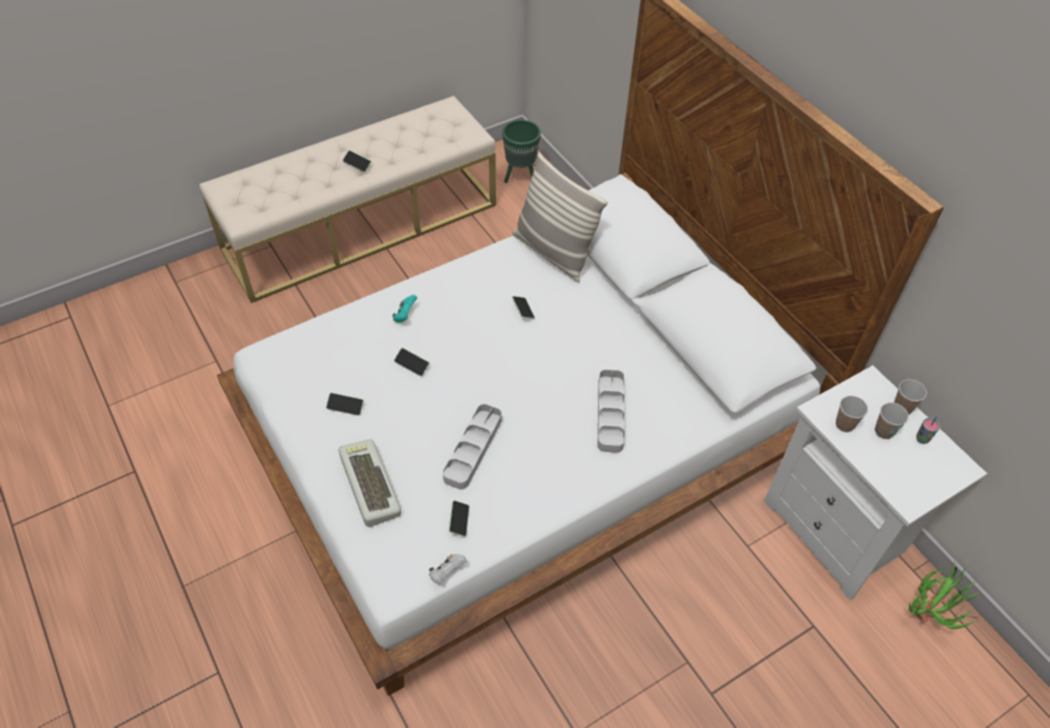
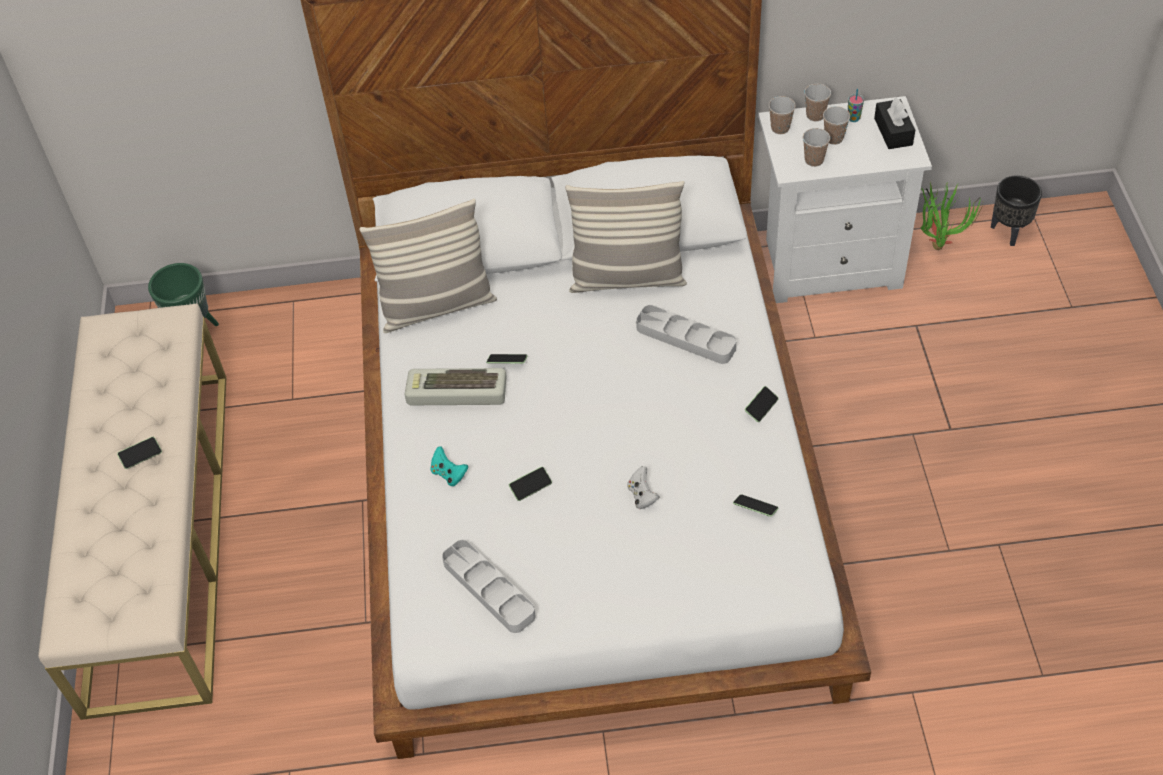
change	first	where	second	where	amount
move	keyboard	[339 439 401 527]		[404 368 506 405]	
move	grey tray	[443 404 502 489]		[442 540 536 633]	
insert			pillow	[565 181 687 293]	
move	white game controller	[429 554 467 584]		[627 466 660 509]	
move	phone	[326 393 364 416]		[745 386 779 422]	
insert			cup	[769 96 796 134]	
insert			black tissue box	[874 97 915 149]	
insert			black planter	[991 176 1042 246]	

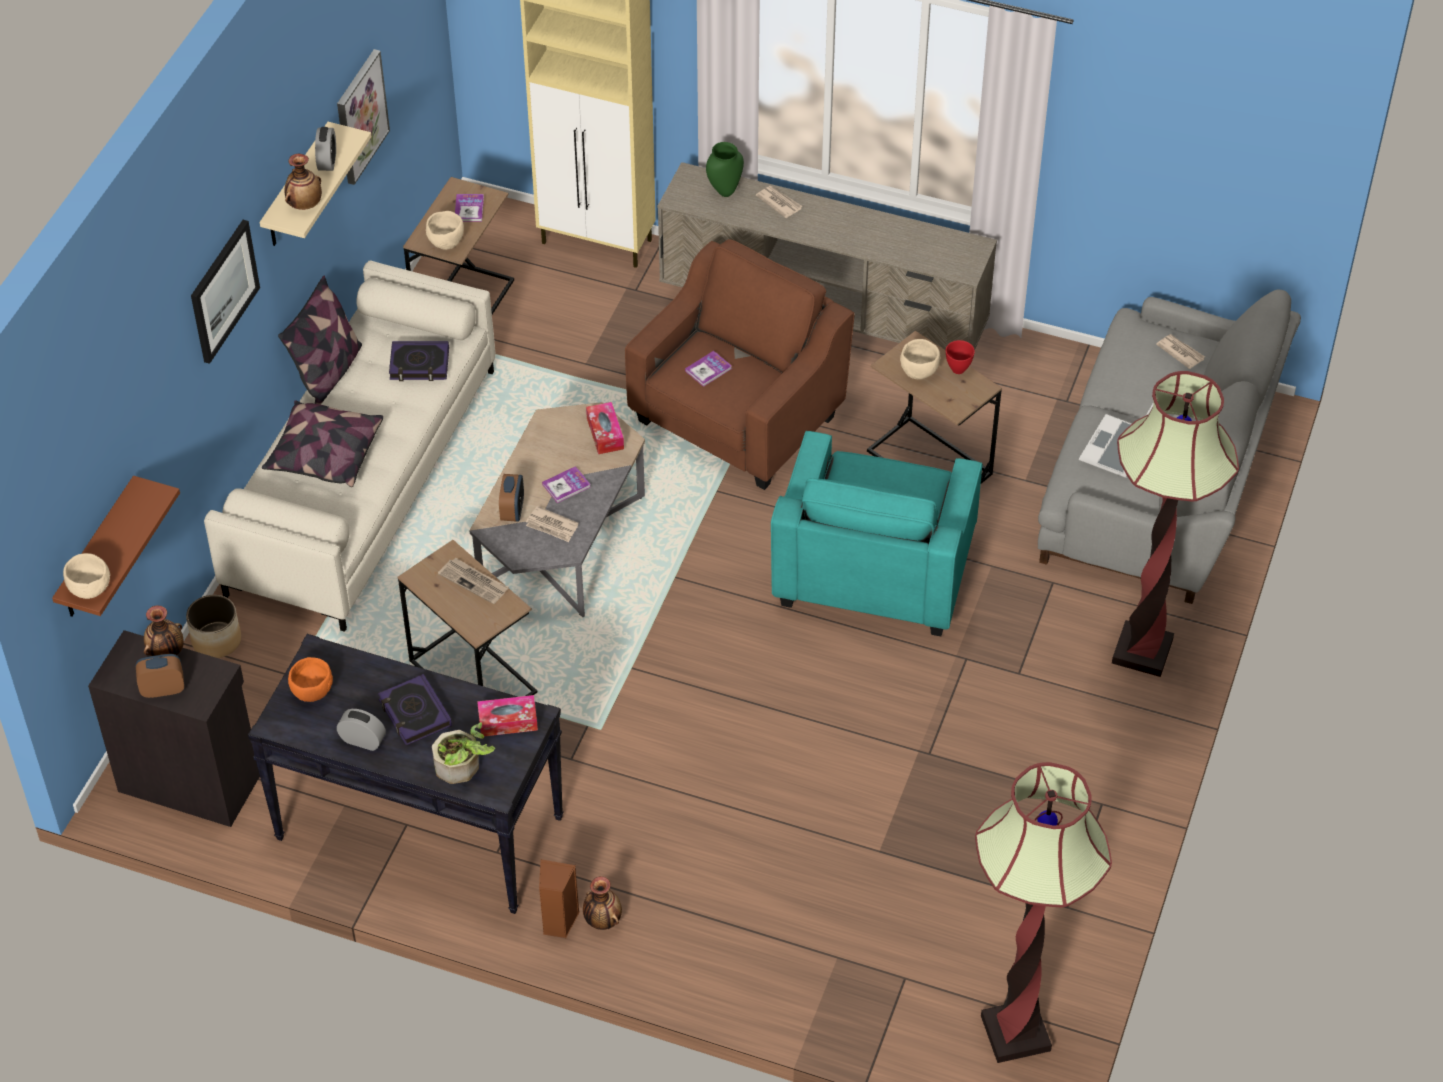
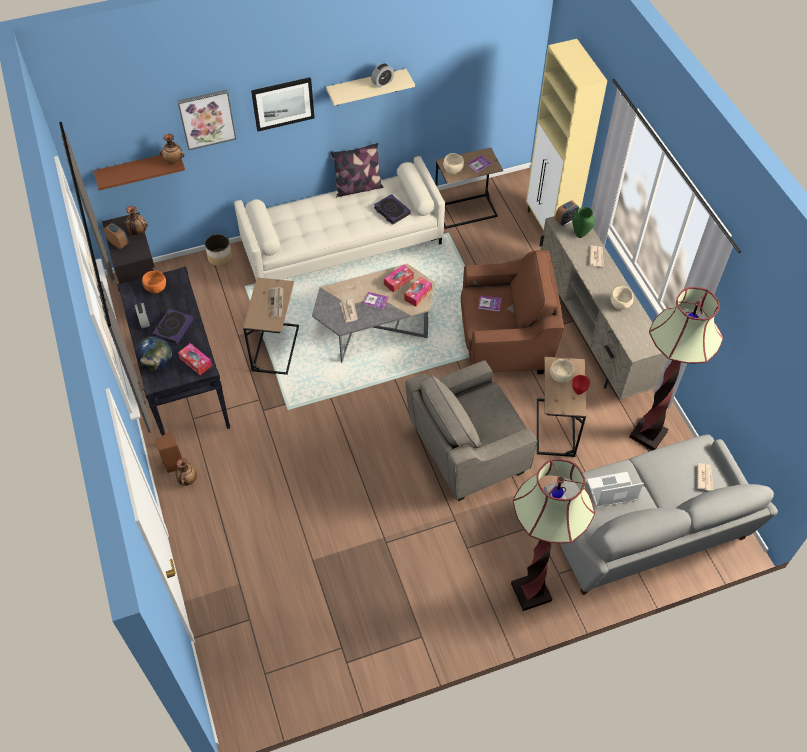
change	first	where	second	where	amount
replace	potted plant	[432 722 495 784]	globe	[136 336 172 371]	
move	vase	[284 154 322 210]		[160 134 184 165]	
move	picture	[337 49 390 185]		[177 90 236 150]	
insert			tissue box	[384 265 414 293]	
recolor	turquoise armchair	[771 431 983 636]	grey armchair	[405 360 537 501]	
move	alarm clock	[499 474 524 522]		[555 200 579 226]	
move	beige bowl	[63 553 110 599]		[610 286 634 310]	
move	floor lamp	[975 762 1112 1063]		[630 287 723 450]	
delete	pillow	[262 400 383 487]			

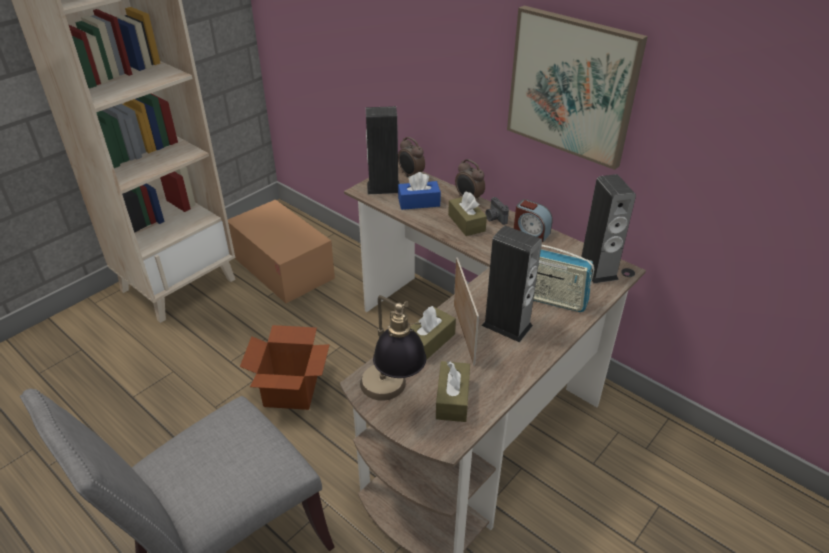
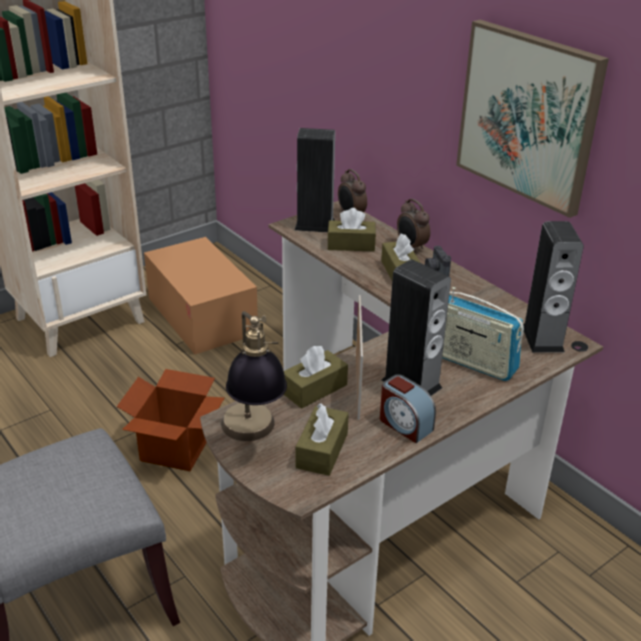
change	first	where	second	where	amount
recolor	blue tissue box	[398 172 441 210]	brown tissue box	[327 208 376 251]	
move	alarm clock	[514 199 553 242]		[380 374 436 443]	

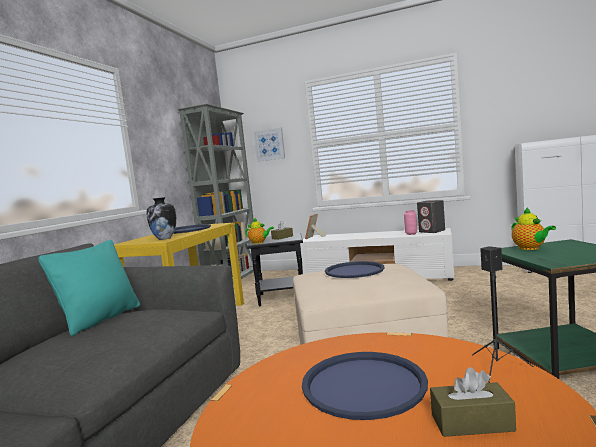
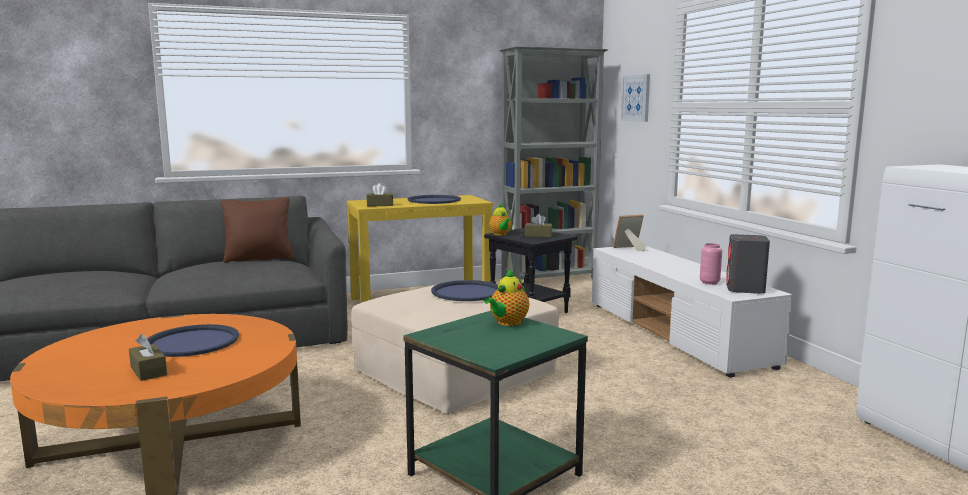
change	first	where	second	where	amount
recolor	turquoise pillow	[38 240 140 336]	brown pillow	[221 197 293 263]	
replace	vase	[146 197 176 240]	brown tissue box	[366 183 393 207]	
delete	black speaker	[472 246 534 383]			

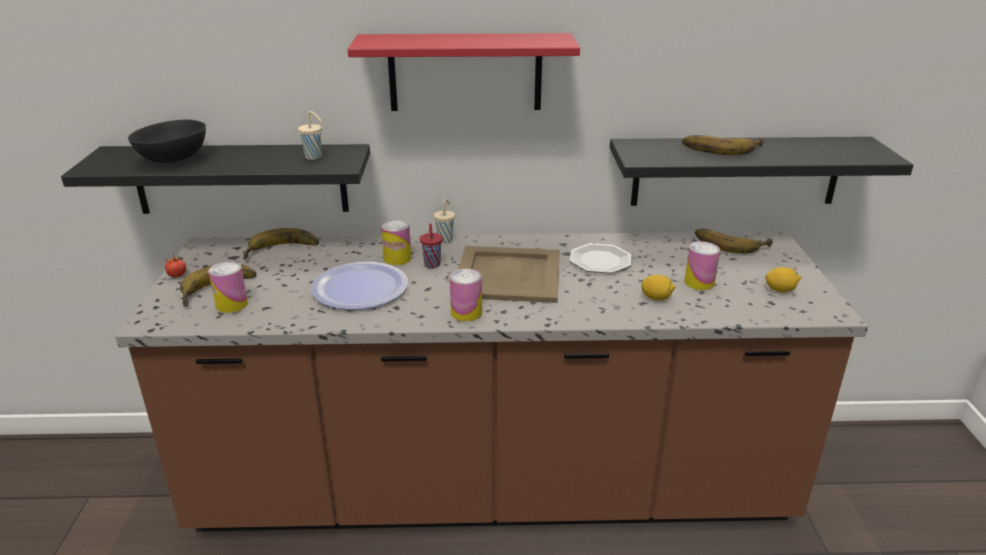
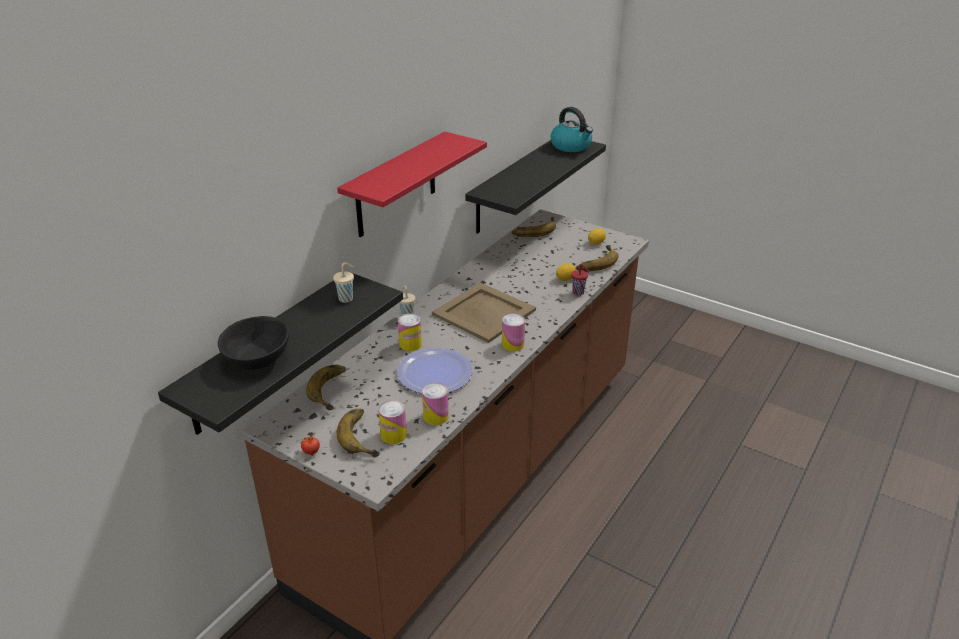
change	first	where	second	where	amount
move	can	[685 242 720 290]		[422 383 449 425]	
insert			kettle	[551 107 593 152]	
move	red cup	[420 223 443 268]		[571 264 589 296]	
move	banana	[682 135 764 155]		[576 245 618 271]	
delete	plate	[569 243 631 274]			

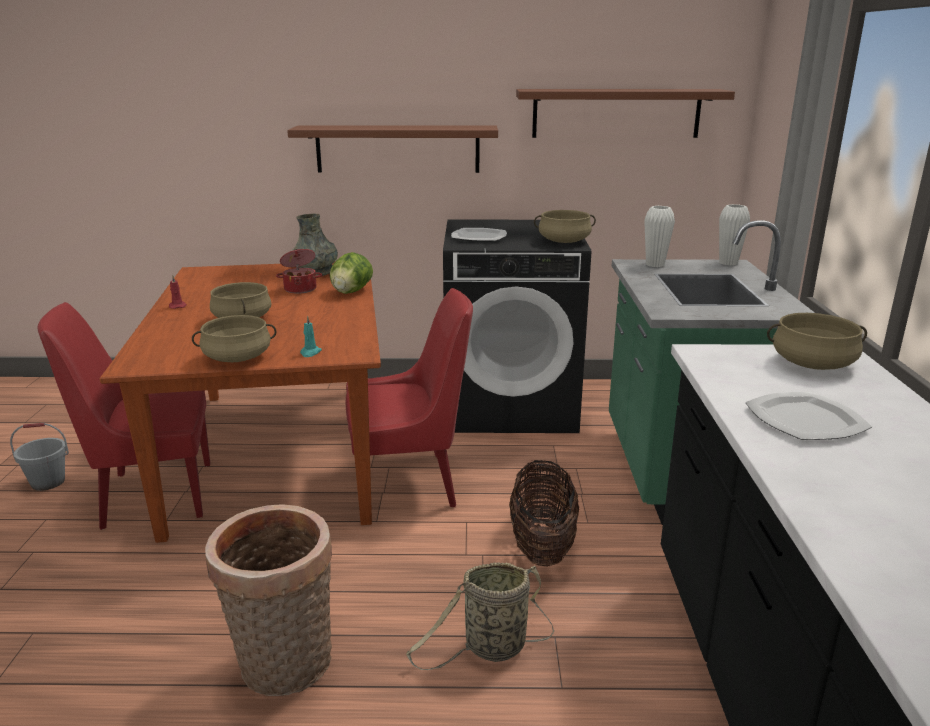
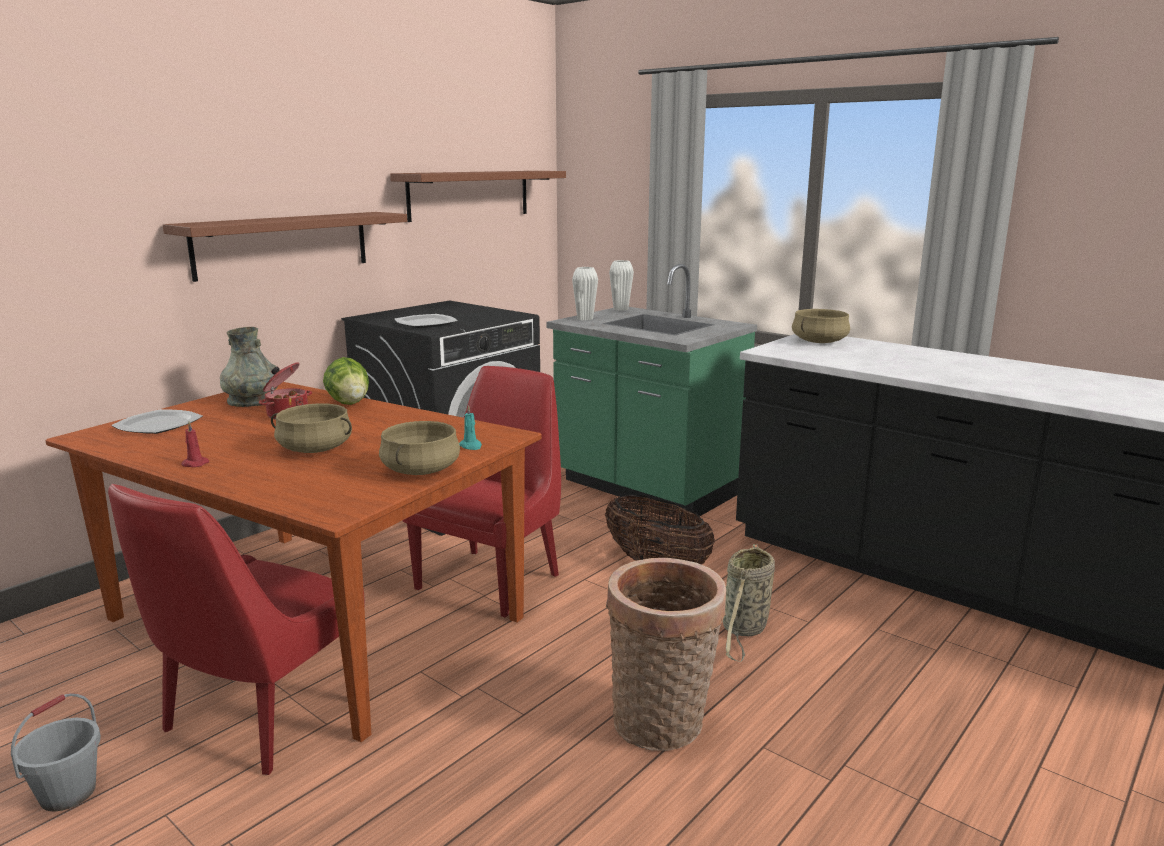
change	first	where	second	where	amount
move	plate	[745 392 872 440]		[111 409 203 434]	
delete	beige cooking pot	[534 210 596 243]			

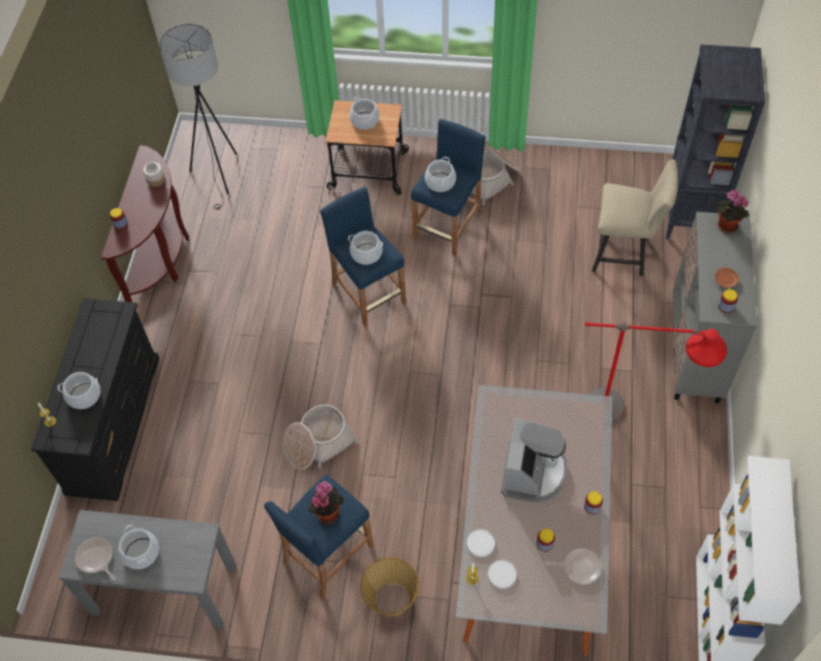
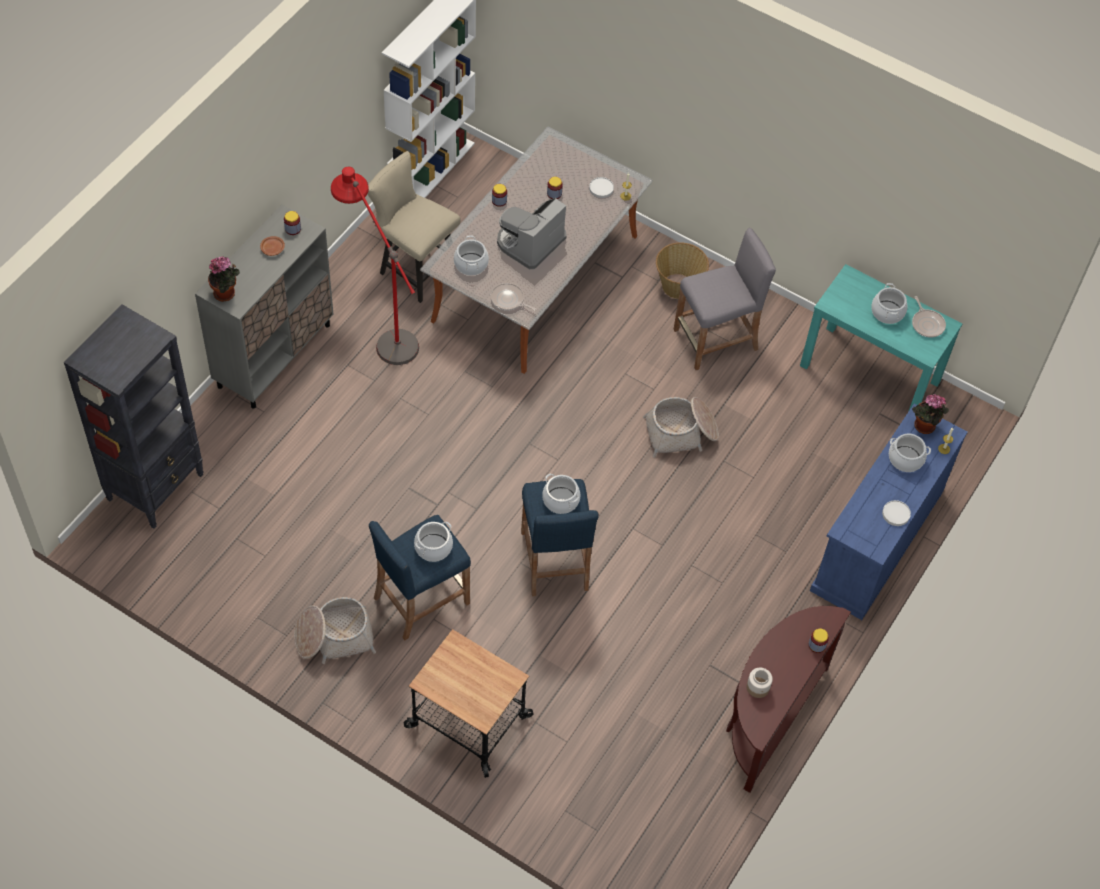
change	first	where	second	where	amount
move	beige chair	[592 159 678 276]		[367 151 461 303]	
move	cooking pot	[350 97 379 130]		[454 235 489 276]	
move	frying pan	[545 548 602 584]		[490 283 537 311]	
recolor	blue stool	[264 475 374 598]	grey stool	[673 228 776 370]	
recolor	grey console table	[59 510 237 629]	turquoise console table	[800 264 962 412]	
recolor	black dresser	[31 298 159 501]	blue dresser	[810 404 968 620]	
move	white plate	[467 529 495 557]		[882 500 911 526]	
move	potted plant	[308 481 344 524]		[912 394 949 434]	
delete	grey floor lamp	[159 24 237 210]			

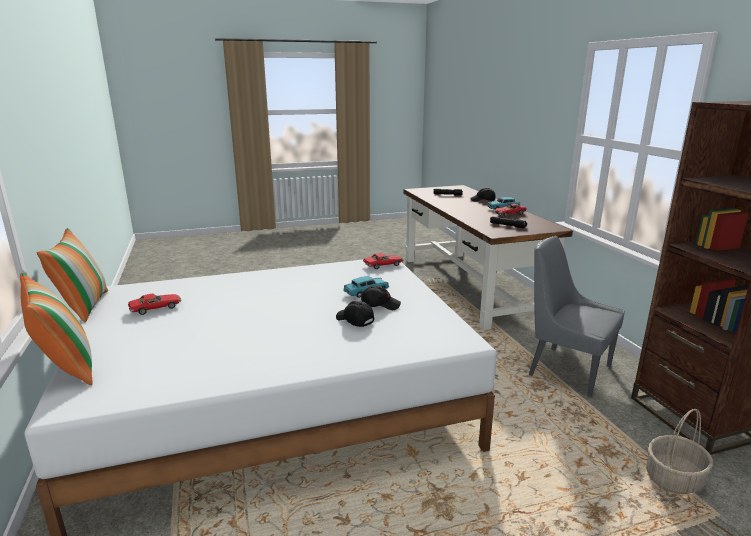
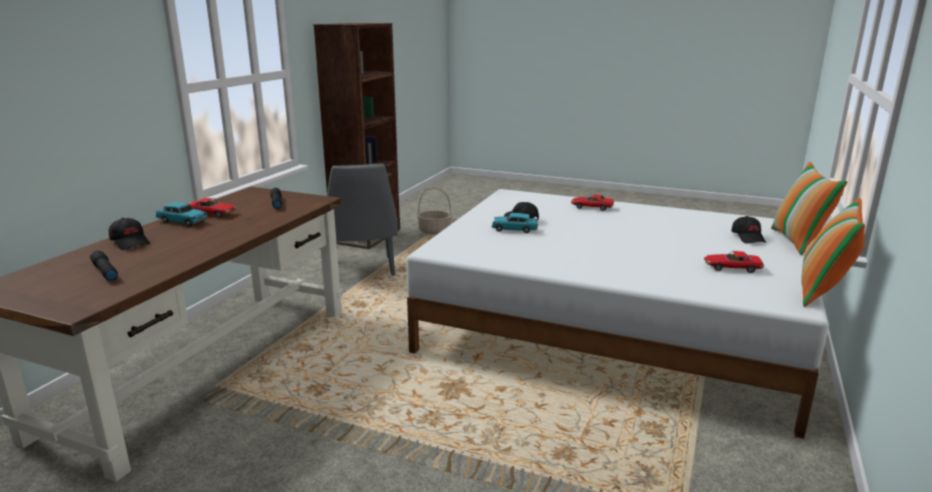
change	first	where	second	where	amount
move	toy car	[363 253 403 269]		[571 194 614 211]	
move	black cap	[336 301 374 327]		[731 216 766 244]	

